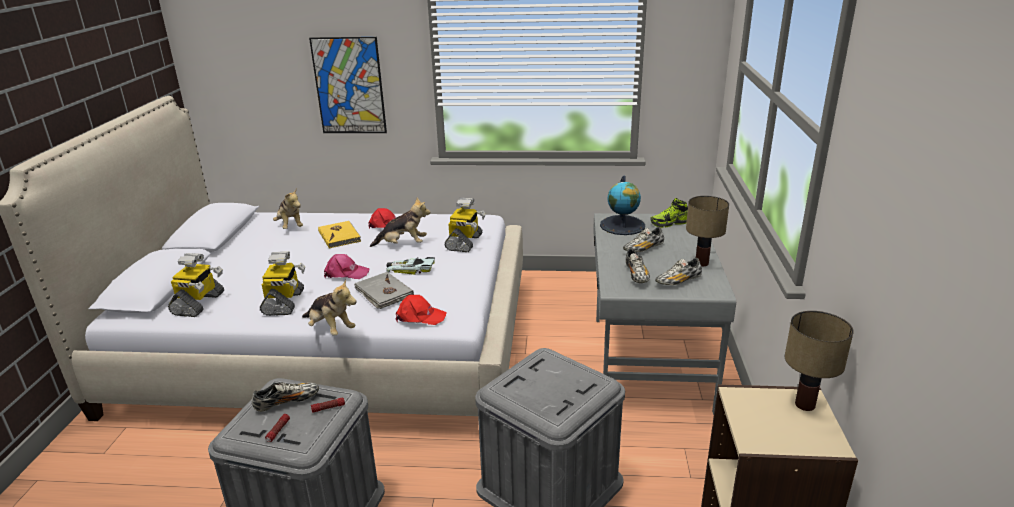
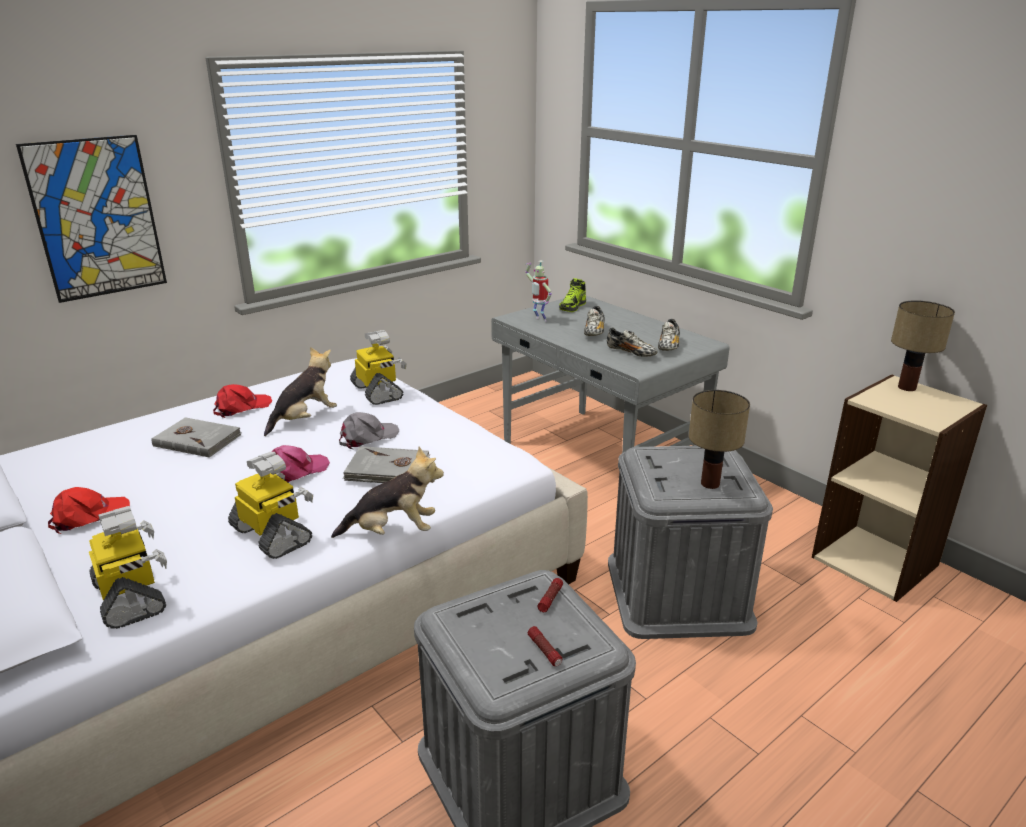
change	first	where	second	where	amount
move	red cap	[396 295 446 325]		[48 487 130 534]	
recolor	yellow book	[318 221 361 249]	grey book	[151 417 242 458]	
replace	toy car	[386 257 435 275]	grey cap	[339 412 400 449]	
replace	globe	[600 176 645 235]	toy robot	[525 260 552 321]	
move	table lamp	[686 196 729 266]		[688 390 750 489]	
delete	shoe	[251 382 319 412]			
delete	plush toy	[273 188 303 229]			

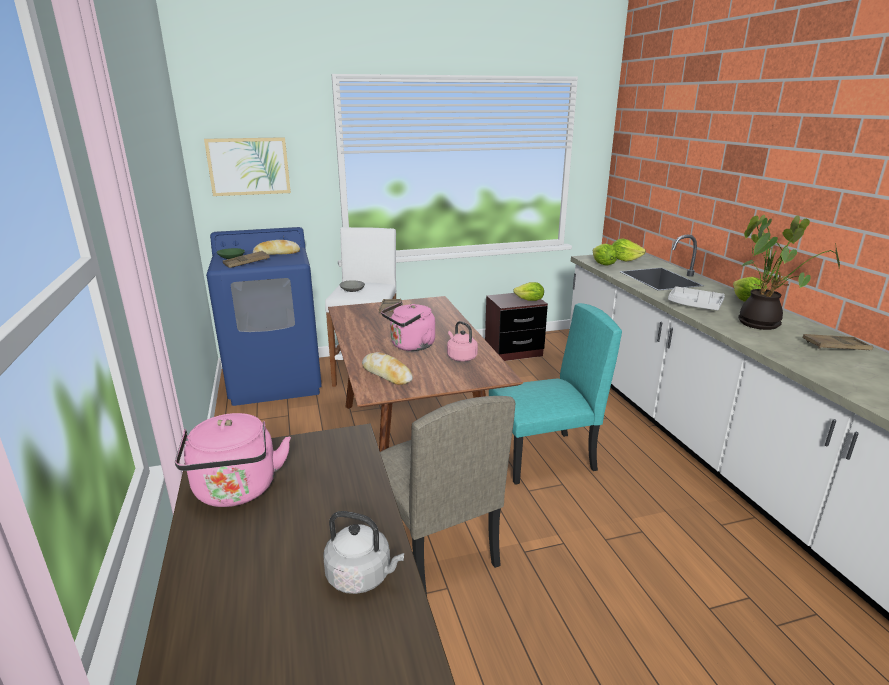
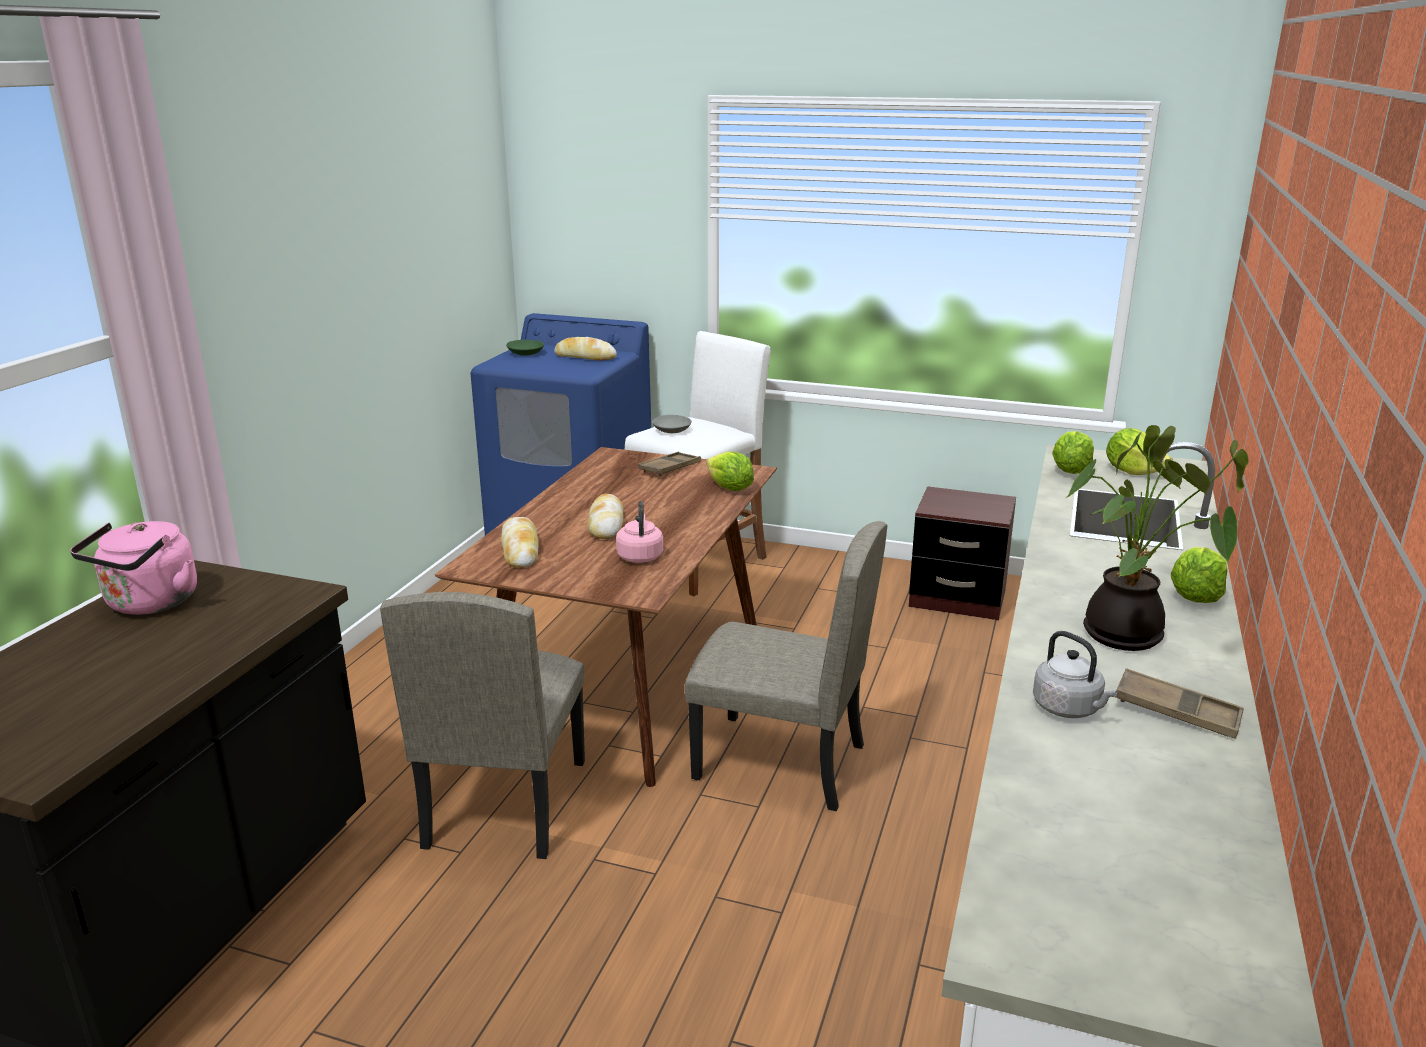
change	first	where	second	where	amount
replace	pink kettle	[381 302 435 351]	bread	[588 494 623 539]	
recolor	turquoise chair	[489 303 622 484]	beige chair	[685 521 887 811]	
move	lettuce	[513 282 544 301]		[706 451 754 491]	
move	grey kettle	[323 511 404 594]		[1033 631 1118 718]	
delete	picture	[204 137 291 196]			
delete	brown tray	[223 251 270 268]			
delete	grey tray	[668 286 725 310]			

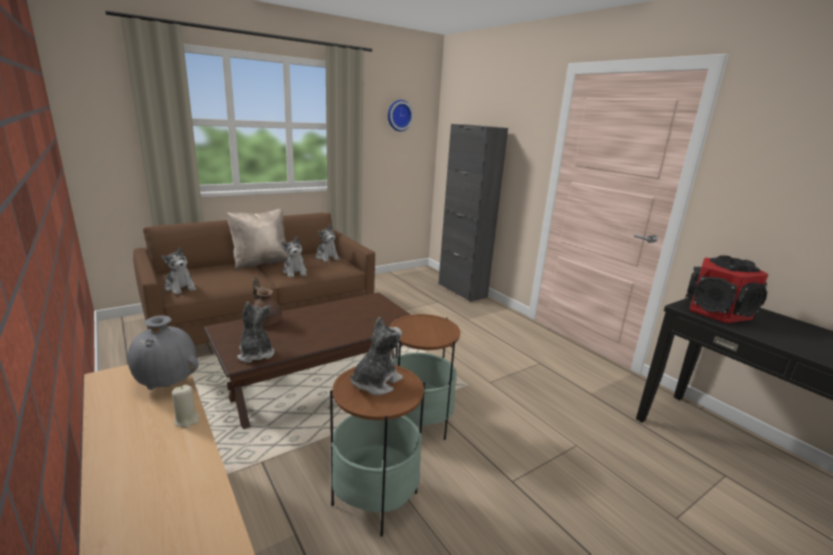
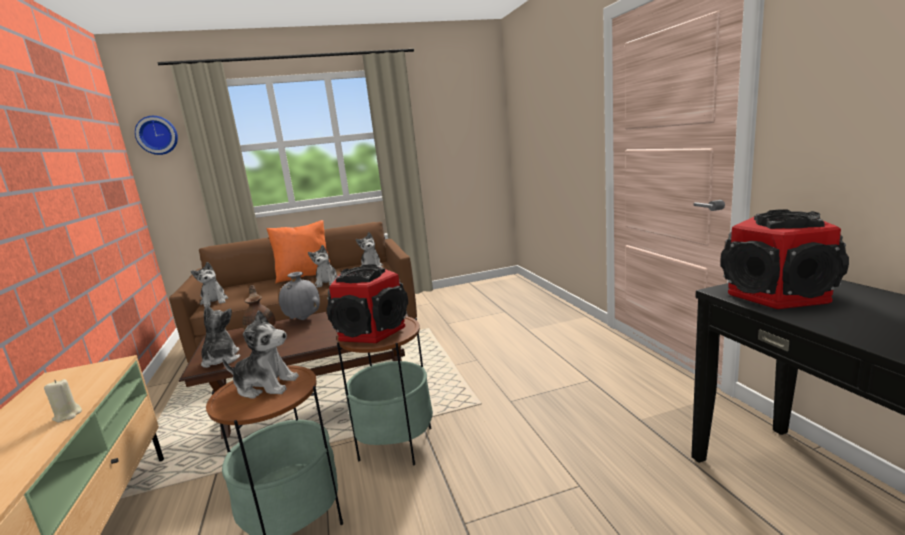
change	first	where	second	where	amount
move	wall clock	[388 100 413 131]		[135 116 178 155]	
rotate	plush toy	[350 317 403 395]		[222 311 299 399]	45 degrees clockwise
recolor	beige pillow	[226 208 289 270]	orange pillow	[266 220 331 284]	
move	grey vase	[128 315 199 390]		[279 272 320 320]	
insert			speaker	[327 264 408 343]	
delete	black cabinet	[438 124 508 302]			

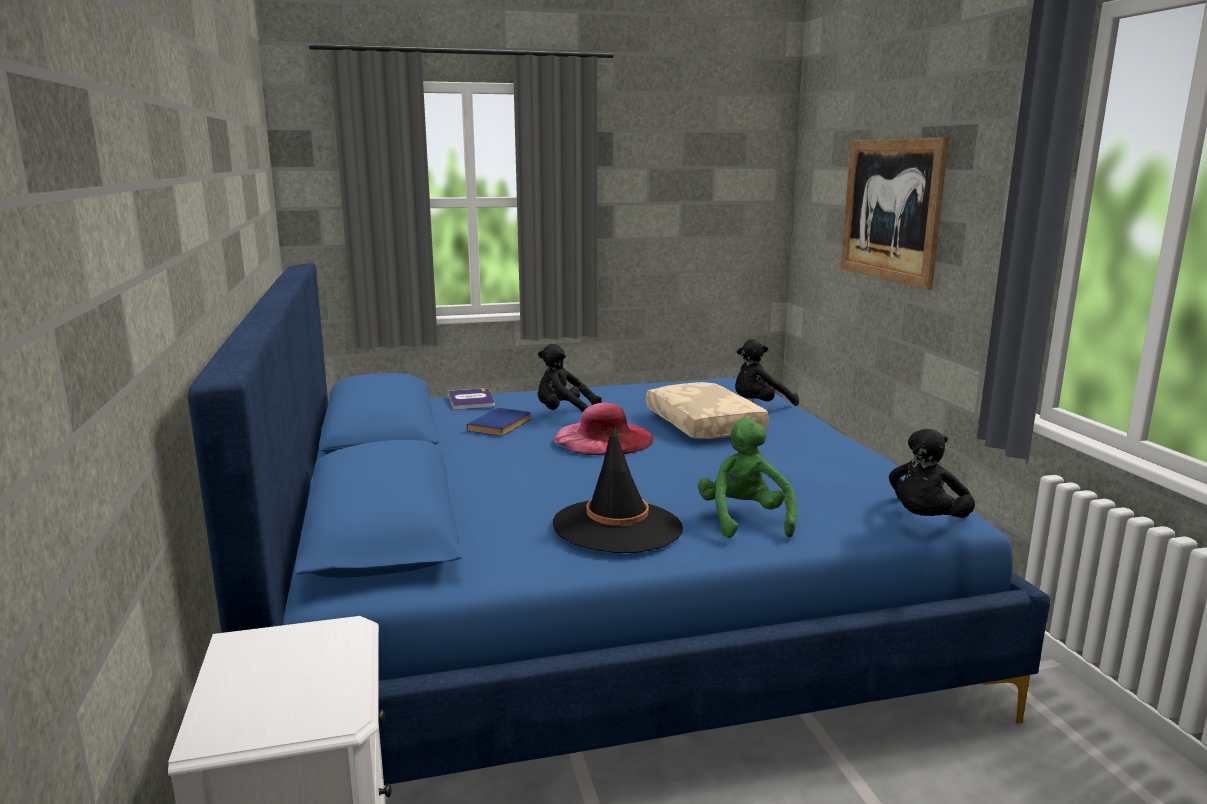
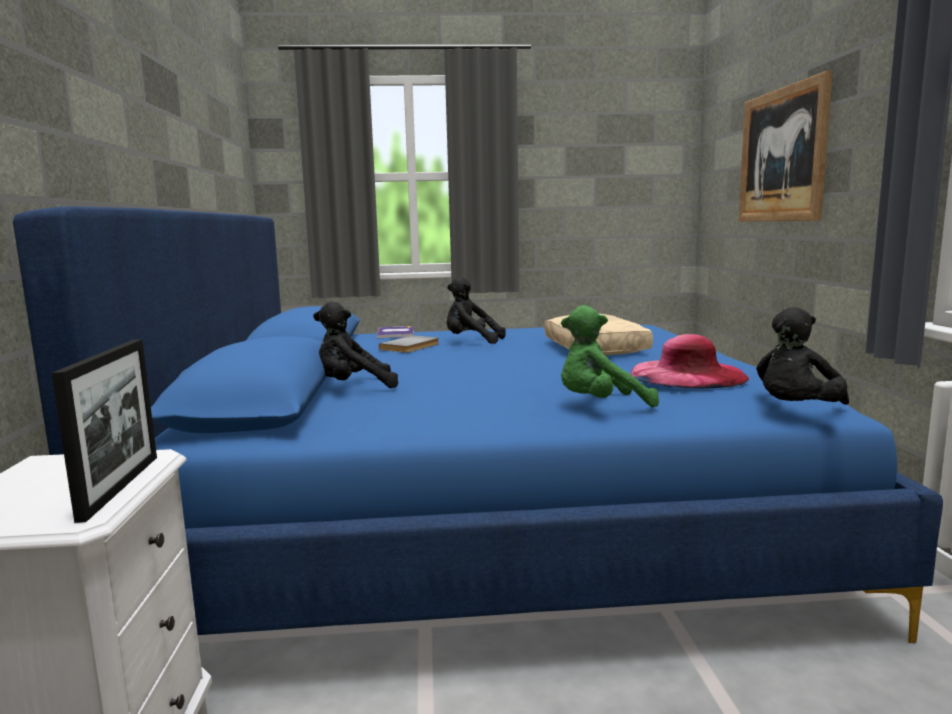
change	first	where	second	where	amount
insert			picture frame	[52 339 157 523]	
move	black plush toy	[735 339 799 406]		[313 301 398 388]	
recolor	blue book	[467 408 531 436]	grey book	[379 335 439 353]	
rotate	green plush toy	[698 418 797 538]		[561 305 659 407]	105 degrees counterclockwise
move	pink hat	[554 403 654 455]		[630 334 749 388]	
delete	black hat	[553 427 683 553]			

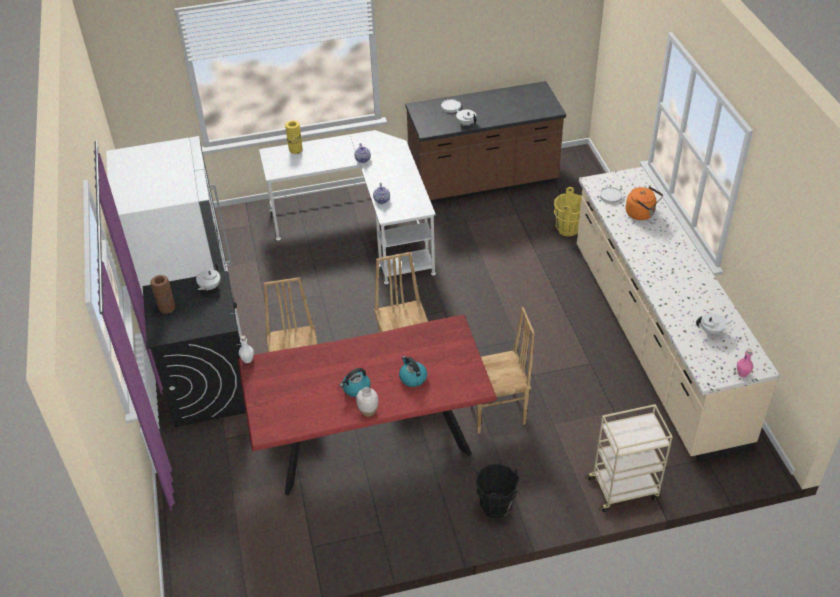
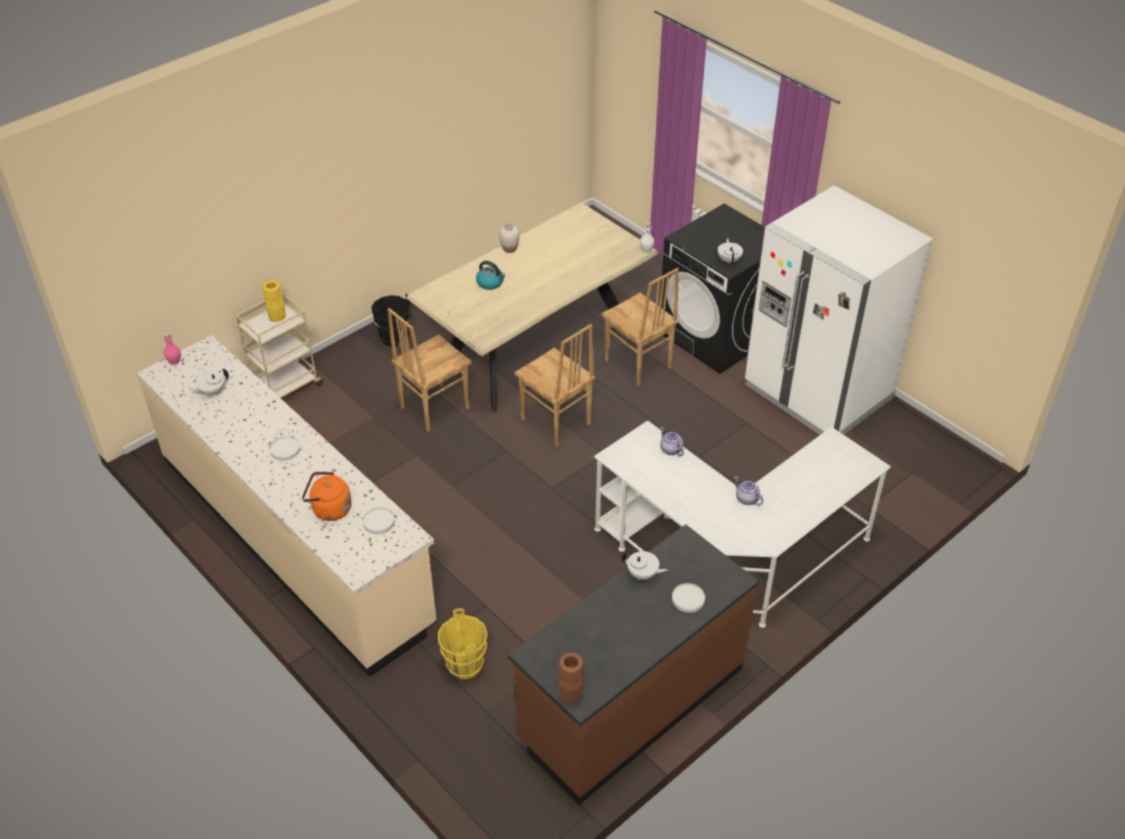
change	first	where	second	where	amount
move	yellow vase	[285 121 303 154]		[262 280 286 322]	
insert			white plate	[270 436 300 461]	
recolor	red dining table	[238 315 497 496]	beige dining table	[406 202 658 412]	
move	brown vase	[150 275 175 314]		[558 653 584 704]	
delete	kettle	[339 368 371 397]			

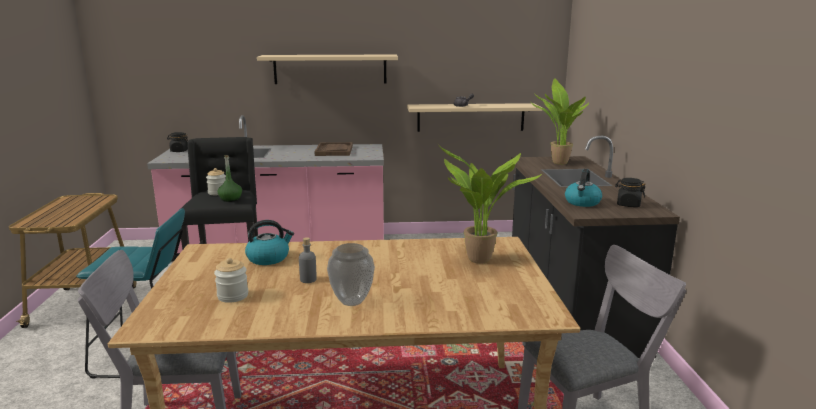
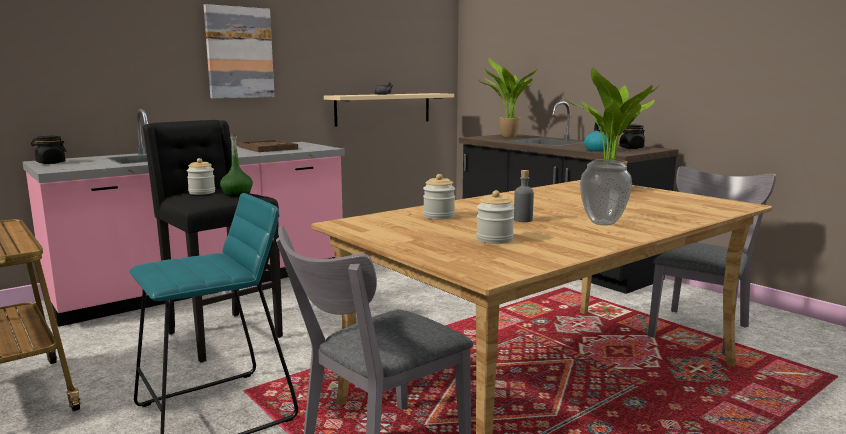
change	first	where	second	where	amount
replace	beige shelf	[257 55 398 84]	picture	[204 4 275 99]	
replace	kettle	[245 220 294 265]	jar	[423 174 455 220]	

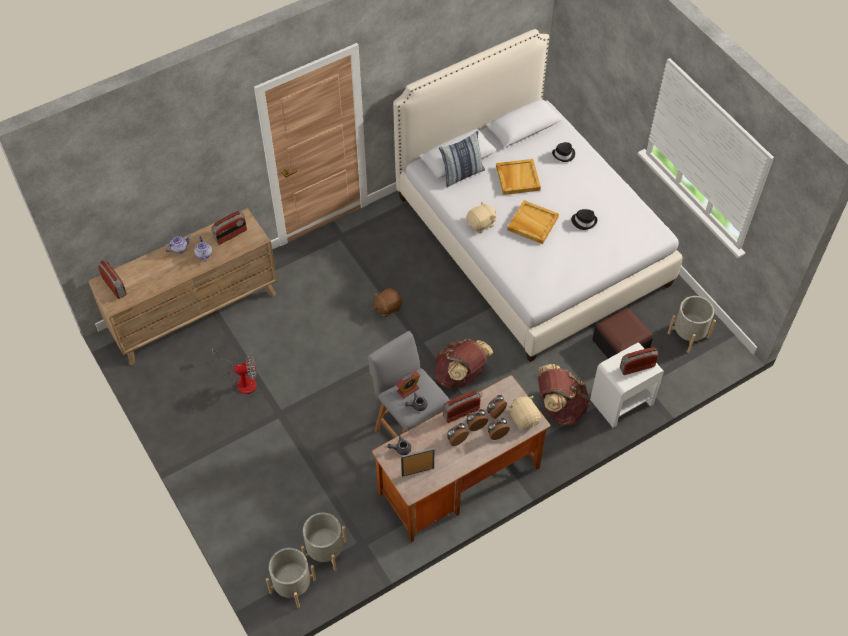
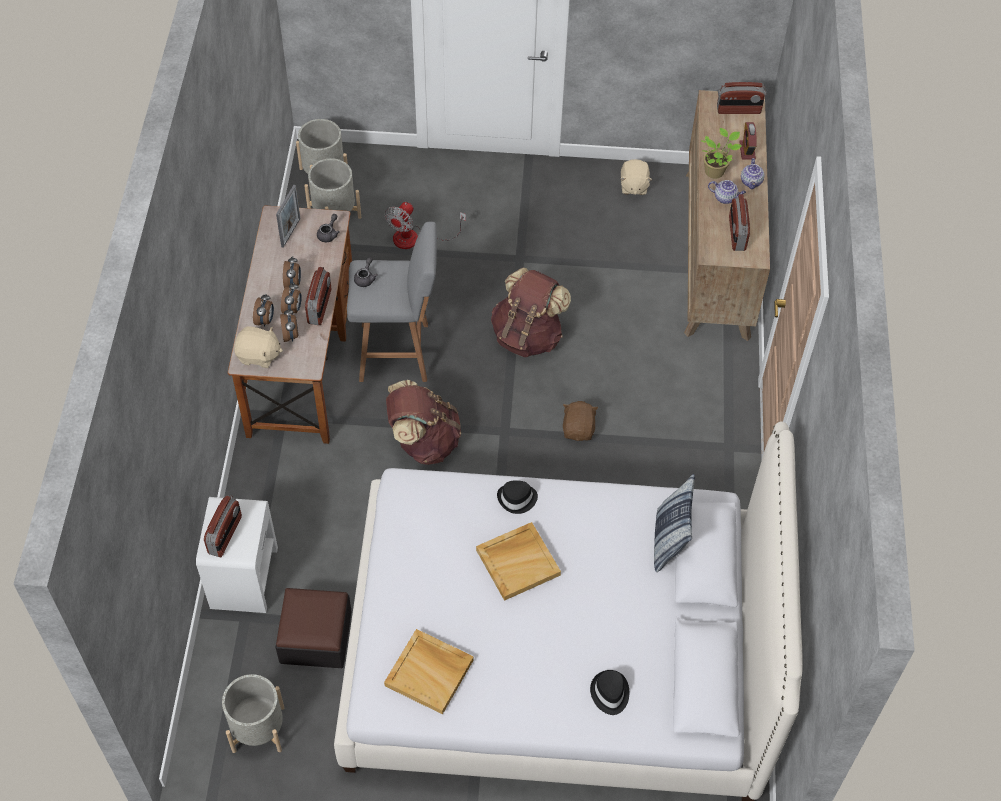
change	first	where	second	where	amount
move	beige tray	[496 159 541 195]		[384 629 474 715]	
move	fan	[212 348 257 394]		[385 202 466 249]	
move	brown backpack	[538 364 590 426]		[491 268 571 357]	
move	black hat	[571 209 597 230]		[497 480 538 514]	
move	beige plush toy	[466 201 496 233]		[620 159 652 195]	
insert			potted plant	[701 128 742 179]	
move	alarm clock	[396 371 420 399]		[739 122 757 160]	

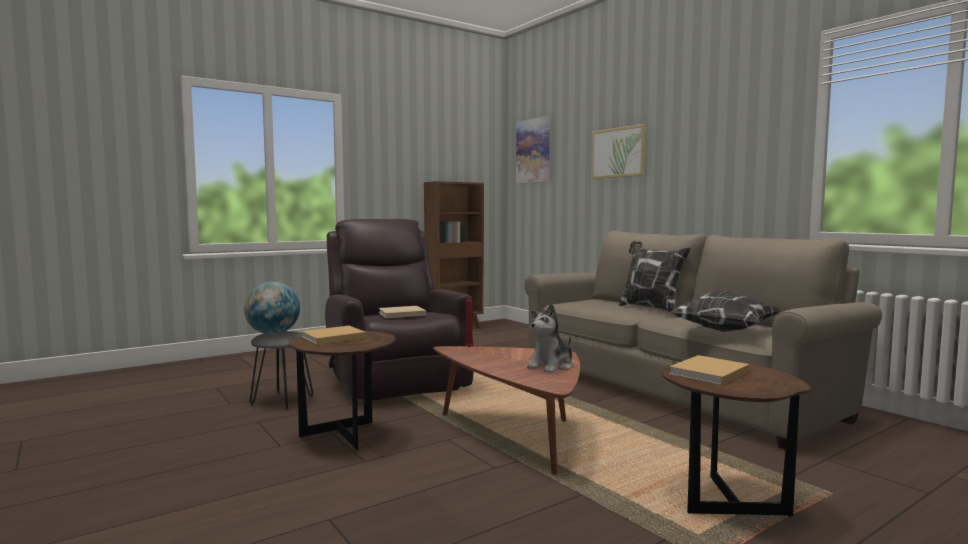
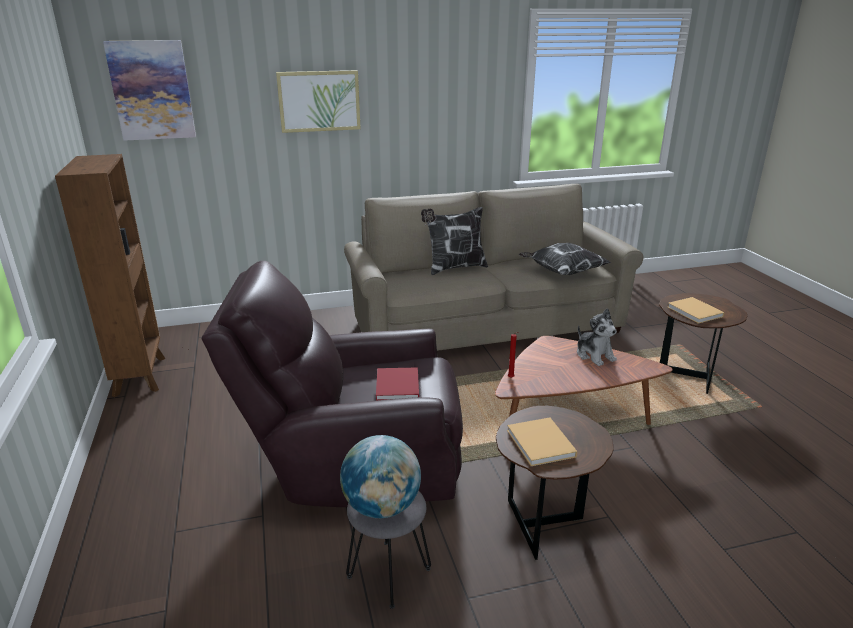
change	first	where	second	where	amount
recolor	beige book	[379 306 426 318]	red book	[376 367 419 401]	

